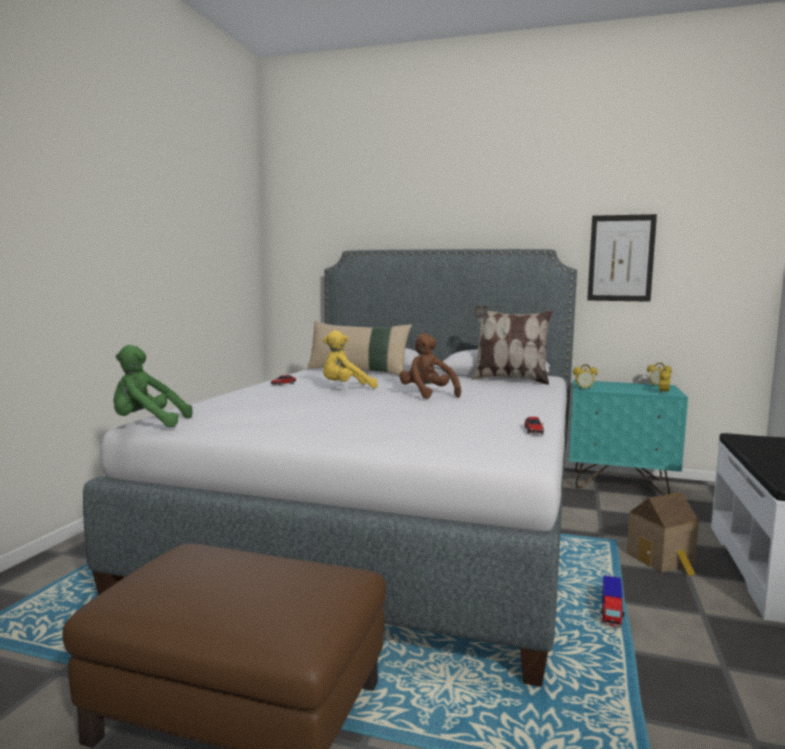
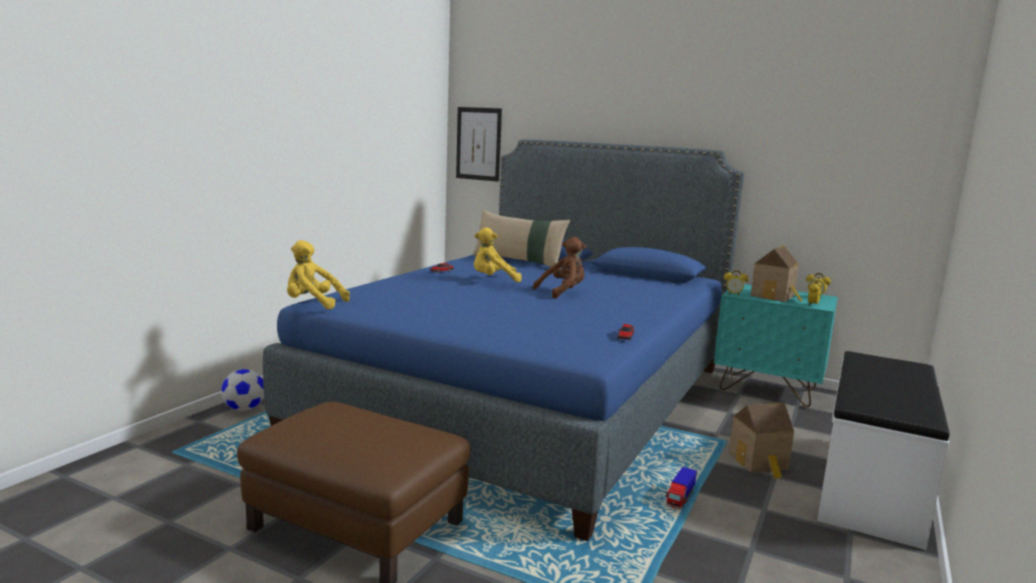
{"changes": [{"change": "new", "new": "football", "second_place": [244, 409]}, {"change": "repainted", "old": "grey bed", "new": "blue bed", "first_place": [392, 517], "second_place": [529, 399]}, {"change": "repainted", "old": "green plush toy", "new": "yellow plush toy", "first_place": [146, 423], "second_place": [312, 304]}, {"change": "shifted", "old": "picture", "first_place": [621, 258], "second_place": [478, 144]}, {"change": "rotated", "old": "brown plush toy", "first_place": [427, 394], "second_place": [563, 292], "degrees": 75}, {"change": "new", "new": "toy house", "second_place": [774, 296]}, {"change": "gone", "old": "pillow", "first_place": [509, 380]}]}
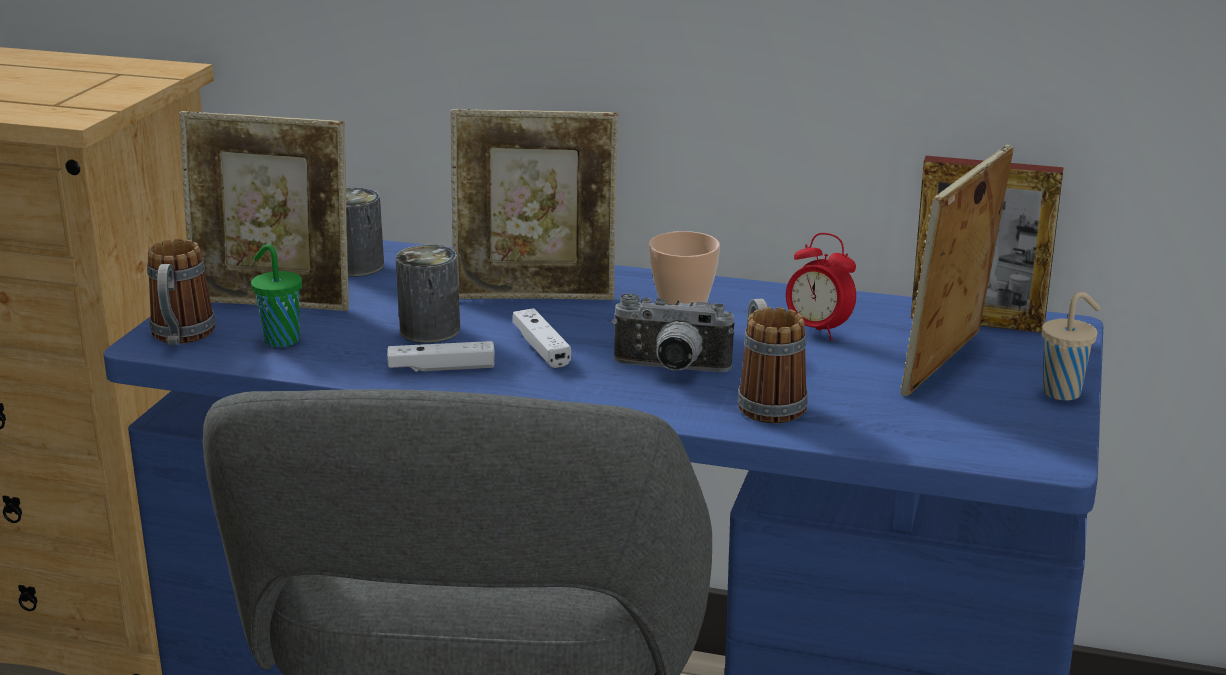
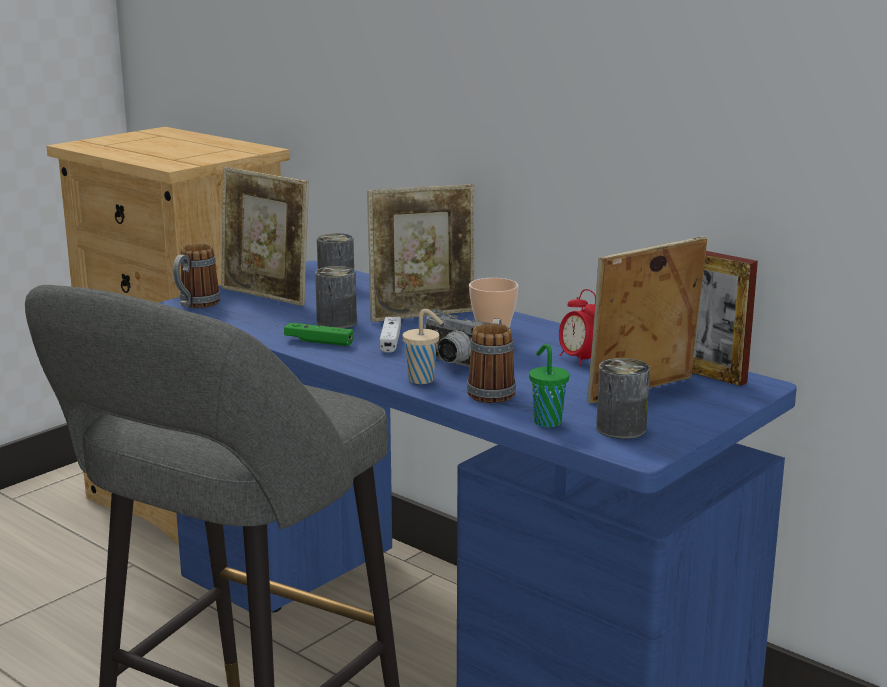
{"changes": [{"change": "repainted", "old": "white game controller", "new": "green game controller", "first_place": [441, 368], "second_place": [318, 342]}, {"change": "rotated", "old": "picture frame", "first_place": [536, 296], "second_place": [423, 315], "degrees": -45}, {"change": "shifted", "old": "beige cup", "first_place": [1064, 392], "second_place": [423, 380]}, {"change": "shifted", "old": "green cup", "first_place": [280, 340], "second_place": [546, 422]}, {"change": "new", "new": "can", "second_place": [621, 428]}]}
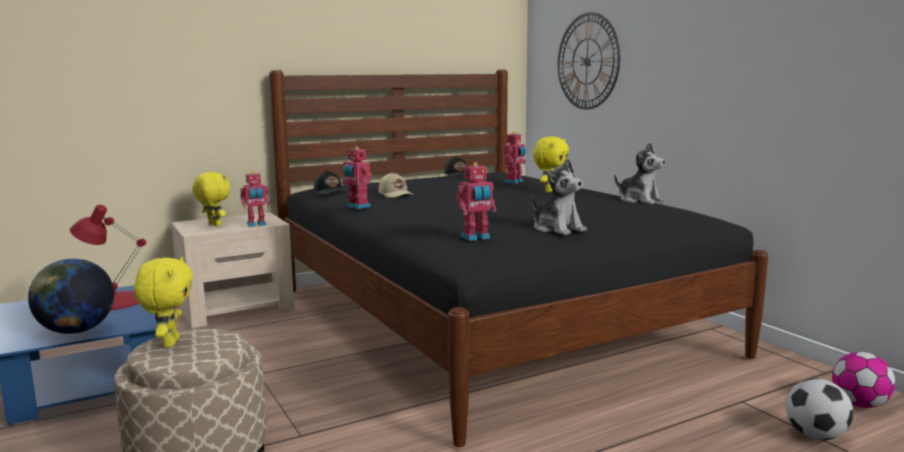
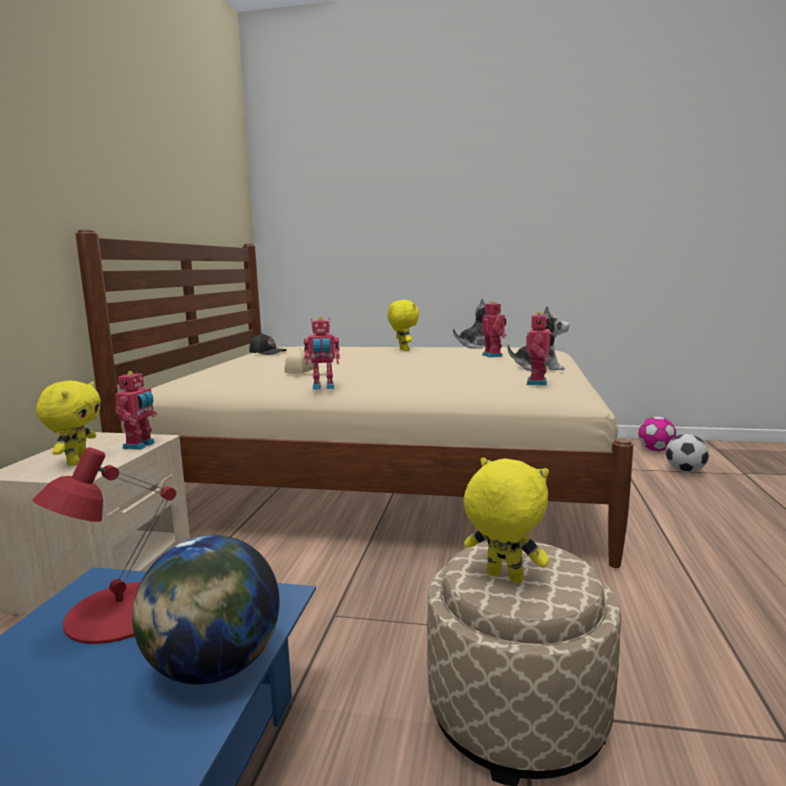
{"changes": [{"change": "rotated", "old": "yellow plush toy", "first_place": [214, 225], "second_place": [77, 462], "degrees": 105}, {"change": "repainted", "old": "black bed", "new": "beige bed", "first_place": [486, 320], "second_place": [386, 482]}, {"change": "shifted", "old": "toy robot", "first_place": [514, 182], "second_place": [493, 355]}, {"change": "gone", "old": "black cap", "first_place": [330, 191]}, {"change": "gone", "old": "wall clock", "first_place": [587, 61]}]}
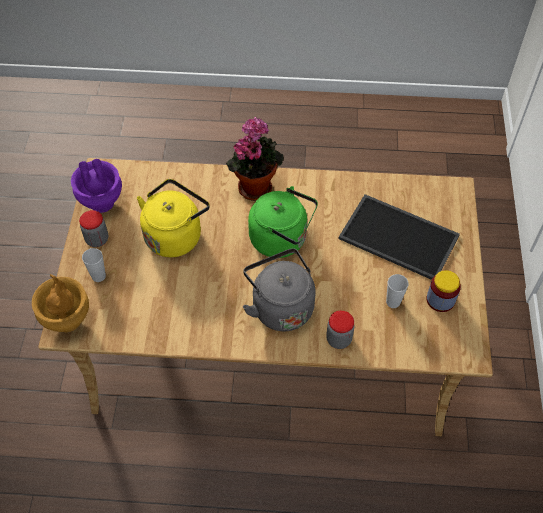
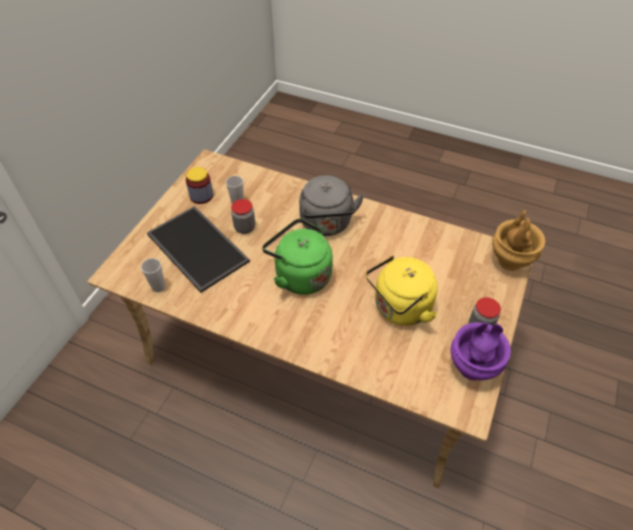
{"changes": [{"change": "shifted", "old": "cup", "first_place": [98, 276], "second_place": [158, 287]}, {"change": "shifted", "old": "jar", "first_place": [338, 339], "second_place": [245, 228]}, {"change": "gone", "old": "potted plant", "first_place": [255, 185]}]}
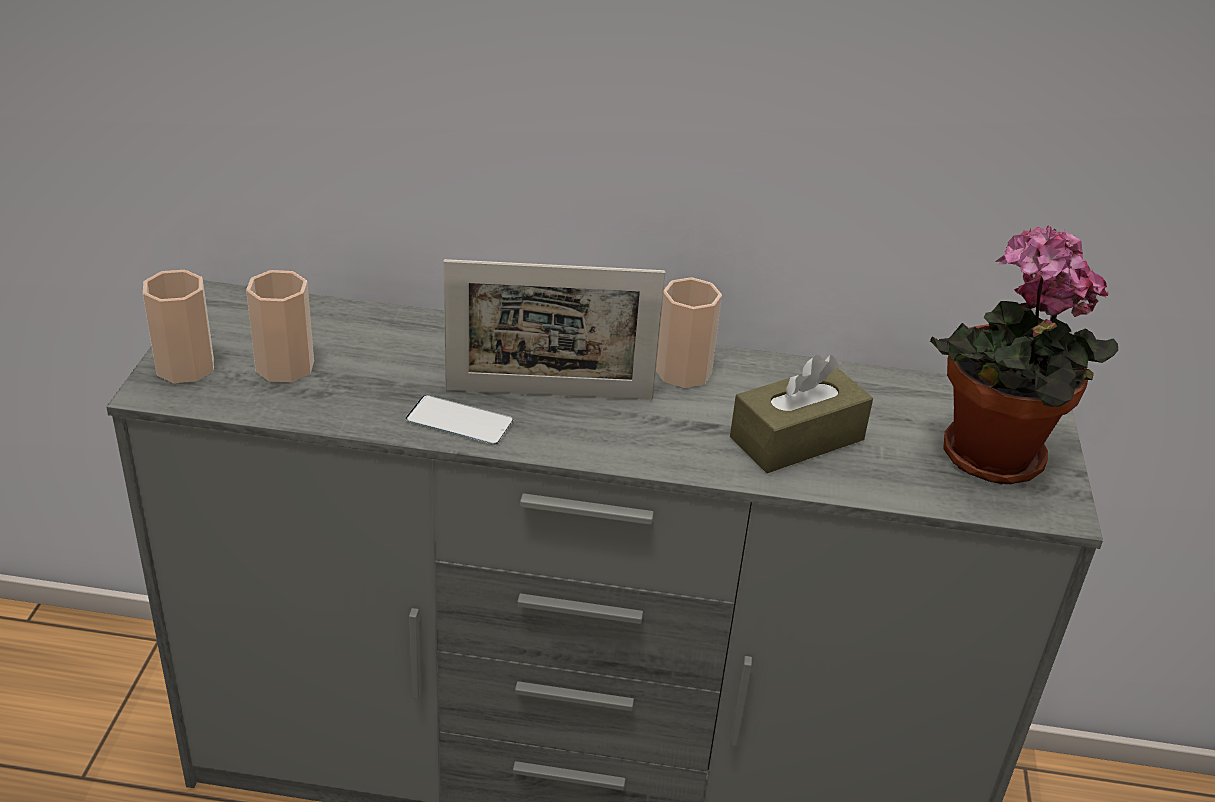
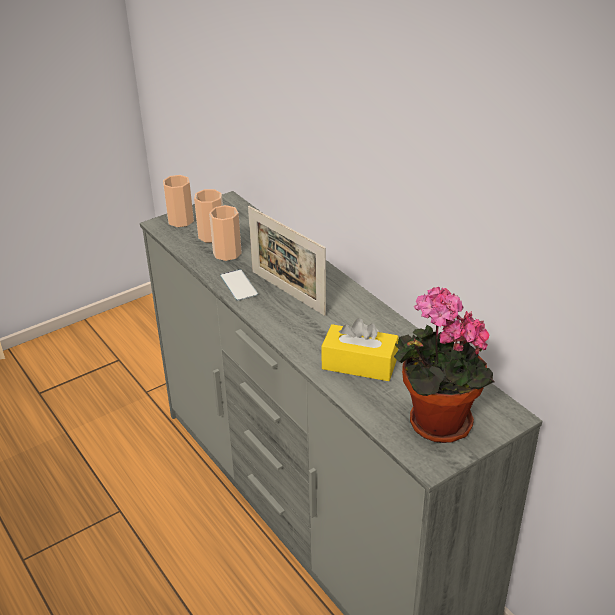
{"changes": [{"change": "shifted", "old": "cup", "first_place": [683, 372], "second_place": [227, 253]}, {"change": "repainted", "old": "brown tissue box", "new": "yellow tissue box", "first_place": [797, 438], "second_place": [359, 364]}]}
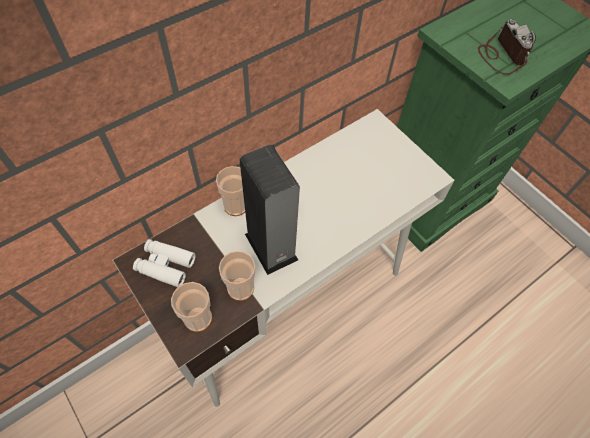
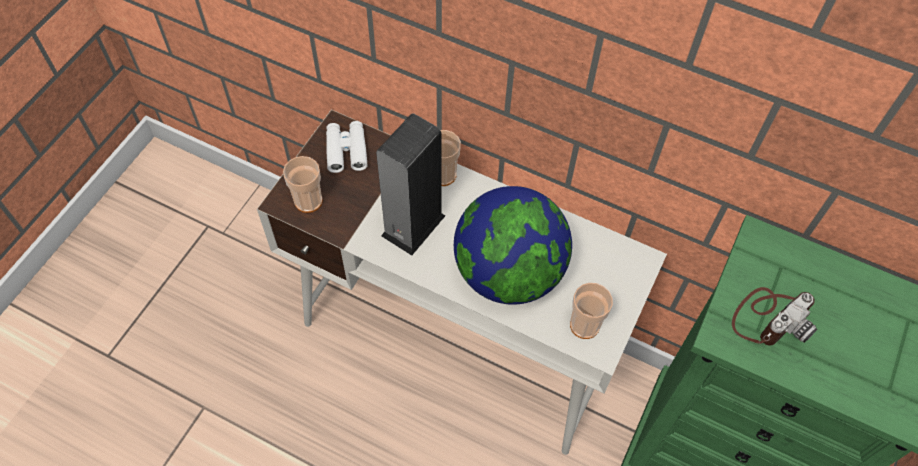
{"changes": [{"change": "new", "new": "globe", "second_place": [508, 273]}, {"change": "shifted", "old": "cup", "first_place": [240, 288], "second_place": [584, 325]}]}
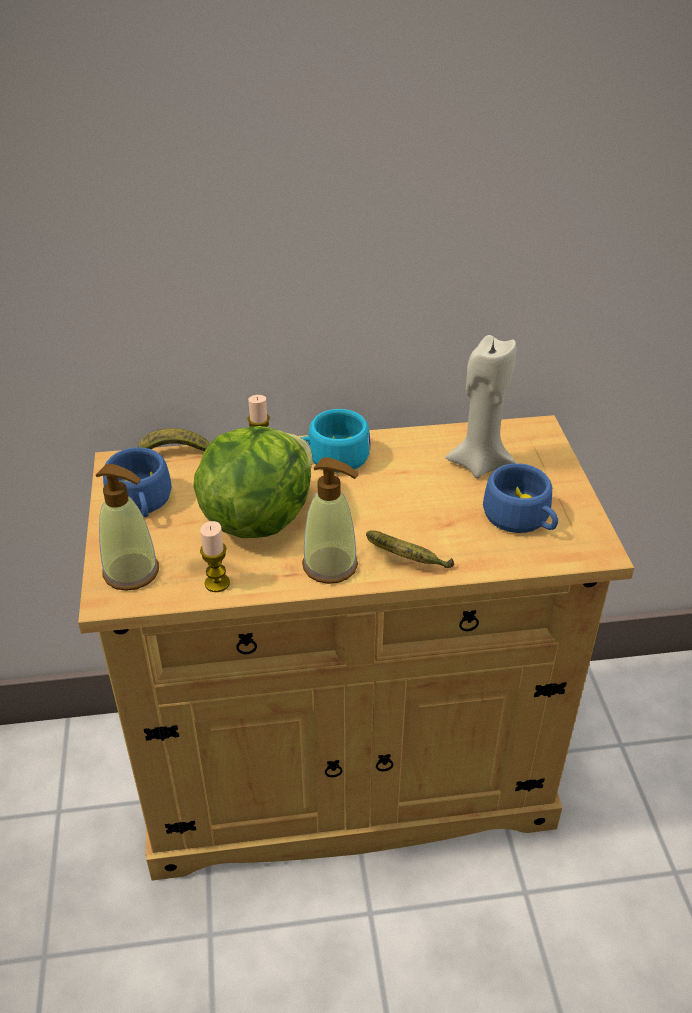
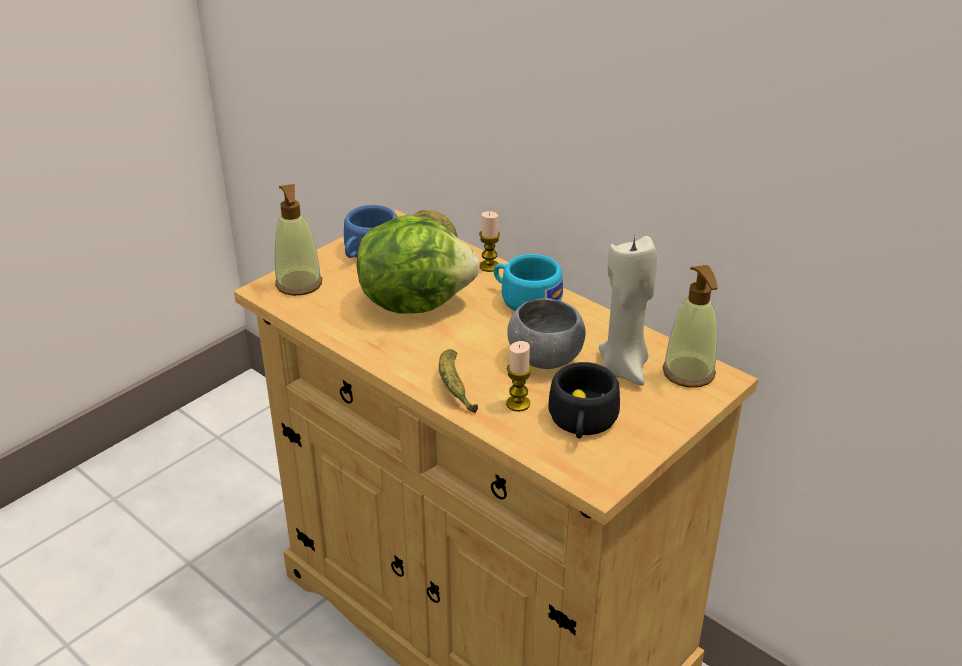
{"changes": [{"change": "shifted", "old": "candle", "first_place": [217, 583], "second_place": [518, 404]}, {"change": "new", "new": "grey bowl", "second_place": [545, 359]}, {"change": "repainted", "old": "blue cup", "new": "black cup", "first_place": [521, 519], "second_place": [582, 422]}, {"change": "shifted", "old": "soap dispenser", "first_place": [330, 565], "second_place": [689, 373]}]}
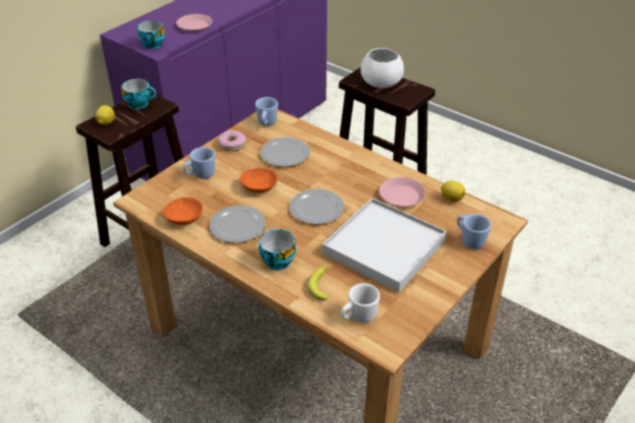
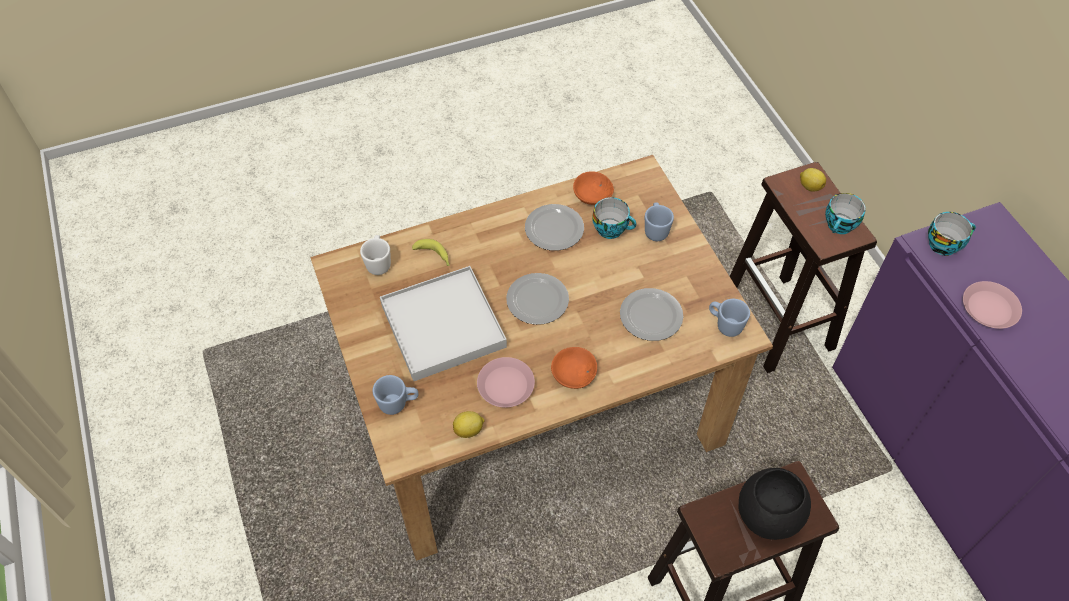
{"changes": [{"change": "shifted", "old": "orange bowl", "first_place": [258, 188], "second_place": [572, 373]}, {"change": "shifted", "old": "cup", "first_place": [276, 260], "second_place": [612, 229]}, {"change": "repainted", "old": "white bowl", "new": "black bowl", "first_place": [382, 82], "second_place": [768, 514]}, {"change": "gone", "old": "donut", "first_place": [232, 144]}]}
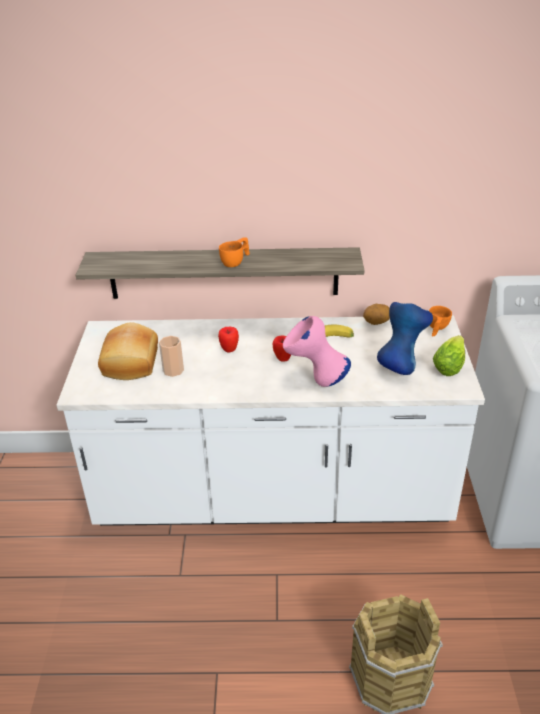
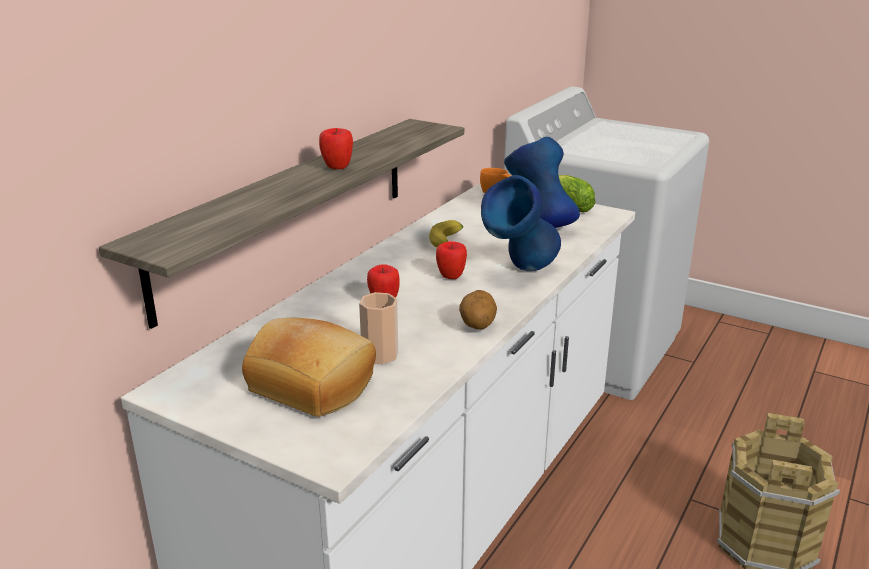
{"changes": [{"change": "swapped", "old": "orange cup", "new": "apple", "first_place": [236, 261], "second_place": [337, 168]}, {"change": "shifted", "old": "potato", "first_place": [376, 322], "second_place": [477, 326]}, {"change": "repainted", "old": "pink vase", "new": "blue vase", "first_place": [316, 381], "second_place": [519, 272]}]}
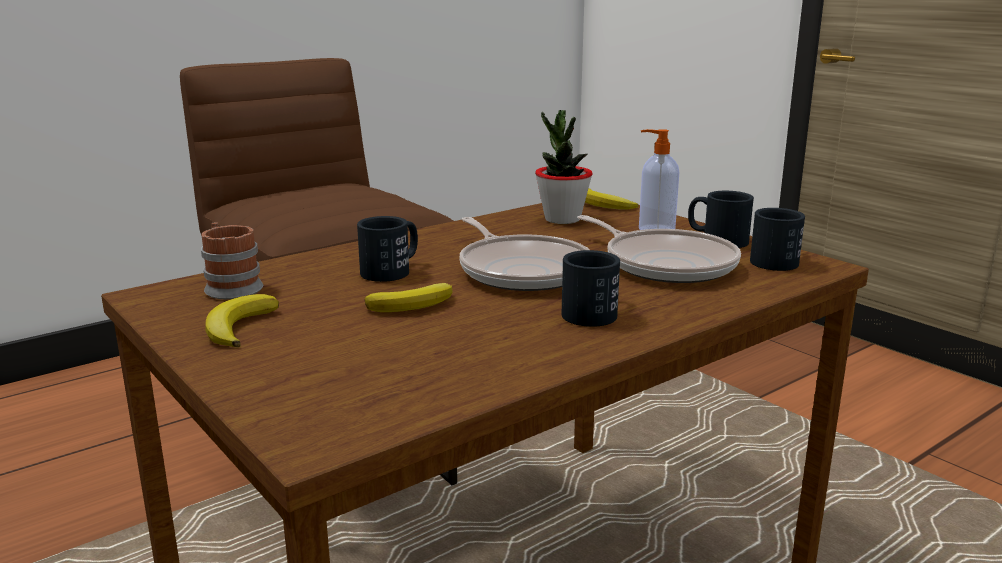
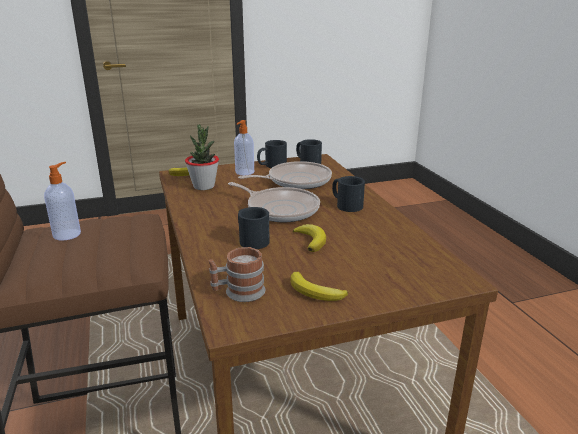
{"changes": [{"change": "new", "new": "soap dispenser", "second_place": [68, 234]}, {"change": "rotated", "old": "frying pan", "first_place": [522, 271], "second_place": [280, 209], "degrees": 45}]}
